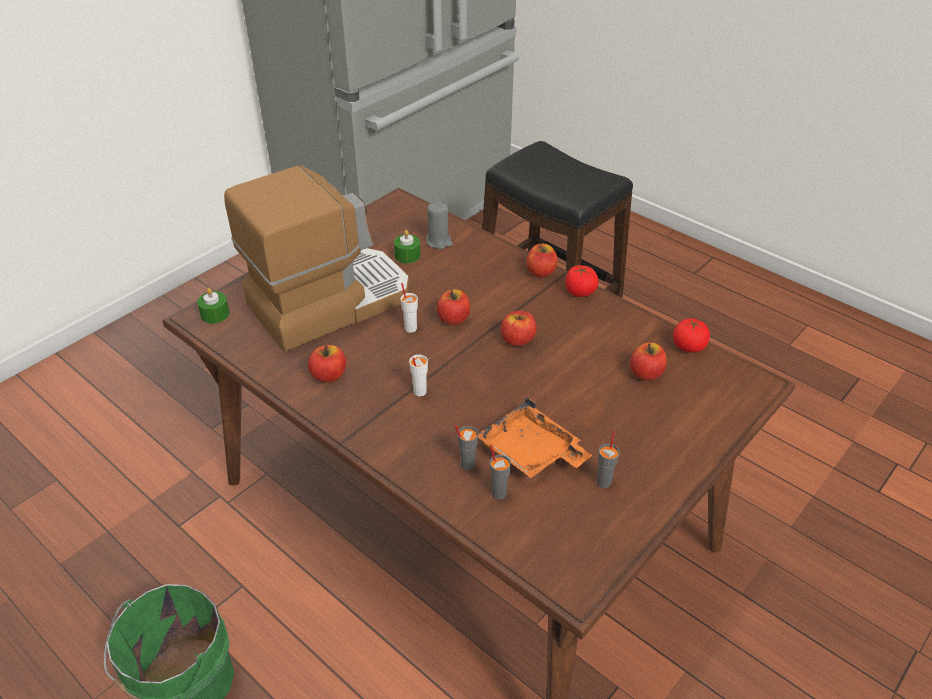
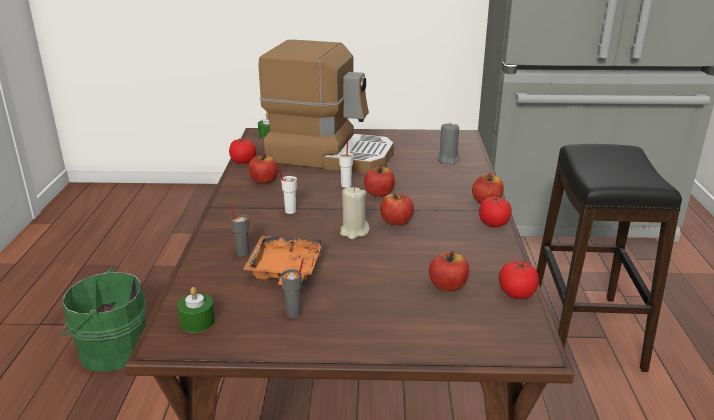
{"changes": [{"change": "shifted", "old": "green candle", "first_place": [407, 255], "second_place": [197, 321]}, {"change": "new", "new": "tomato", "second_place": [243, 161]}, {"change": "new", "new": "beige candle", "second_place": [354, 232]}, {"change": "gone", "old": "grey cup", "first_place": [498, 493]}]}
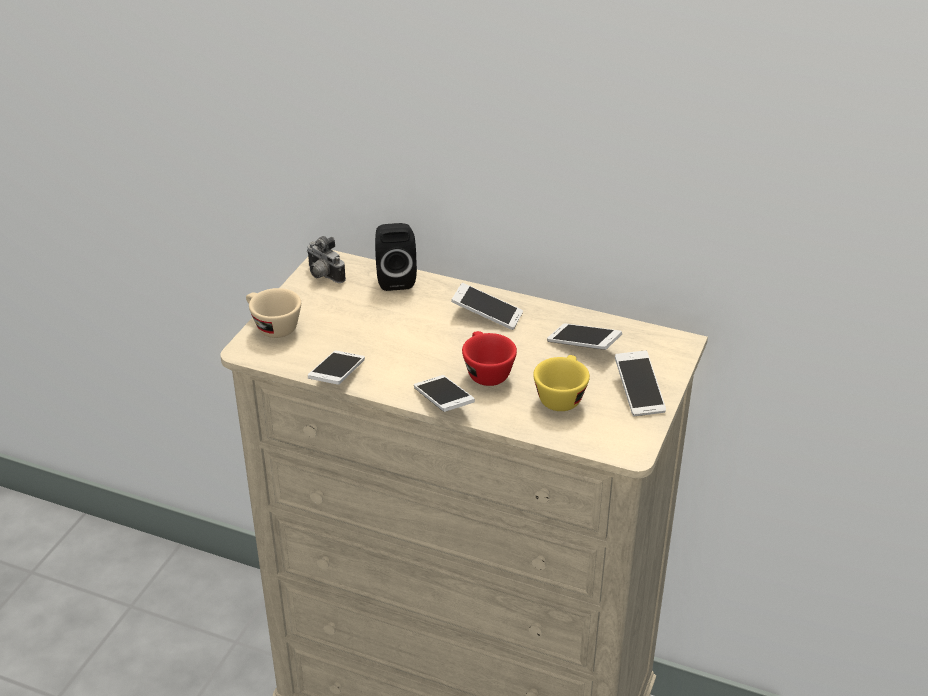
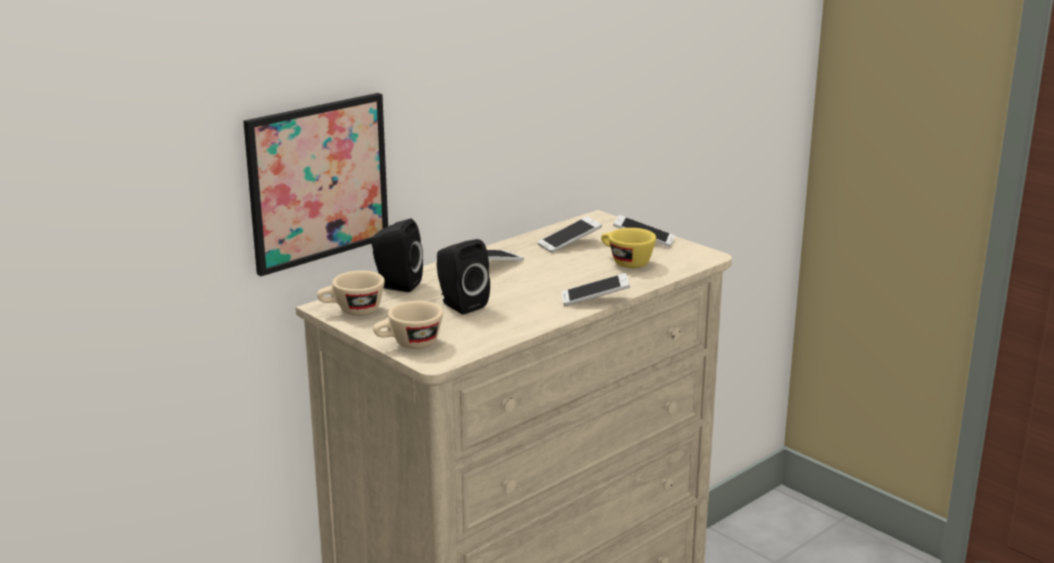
{"changes": [{"change": "new", "new": "picture", "second_place": [318, 182]}, {"change": "swapped", "old": "photo camera", "new": "beige cup", "first_place": [323, 276], "second_place": [352, 311]}, {"change": "new", "new": "black speaker", "second_place": [460, 305]}, {"change": "gone", "old": "phone", "first_place": [337, 376]}, {"change": "gone", "old": "red cup", "first_place": [485, 371]}]}
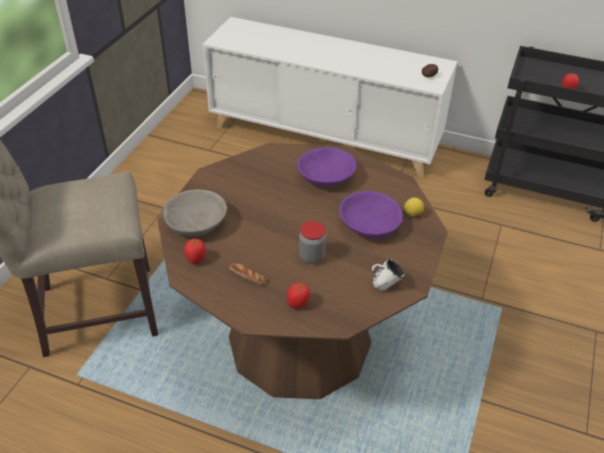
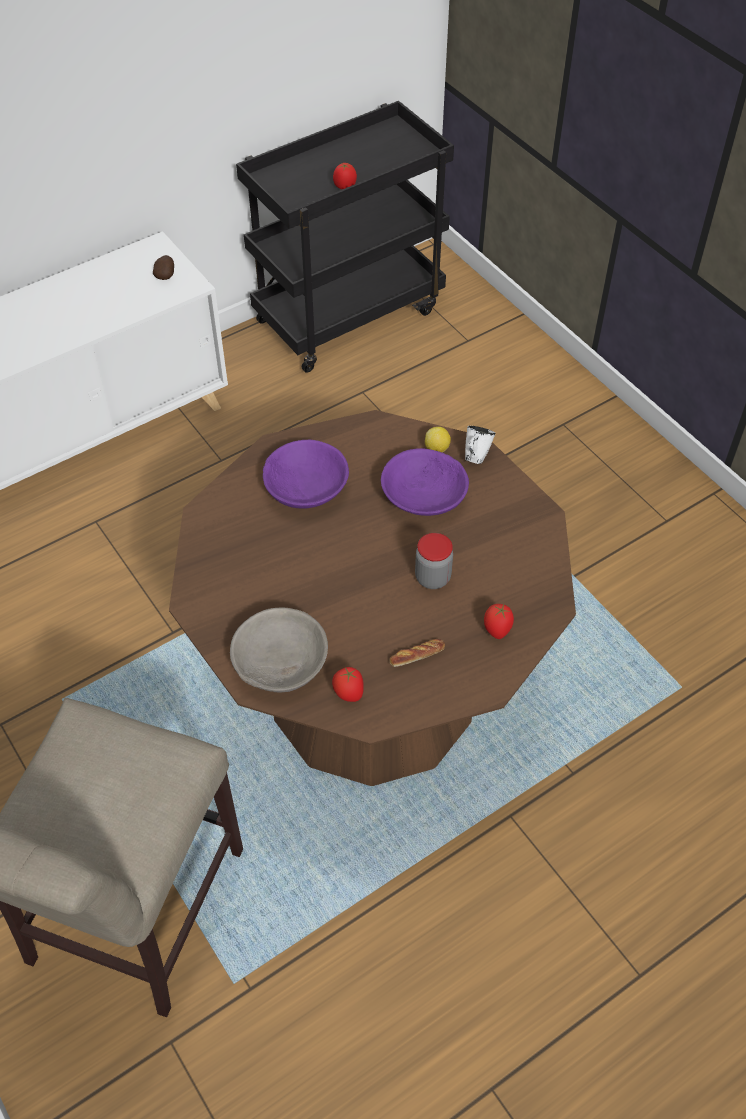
{"changes": [{"change": "shifted", "old": "white mug", "first_place": [385, 286], "second_place": [476, 456]}]}
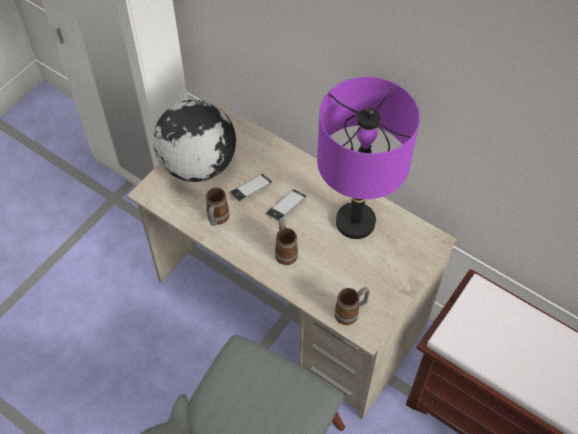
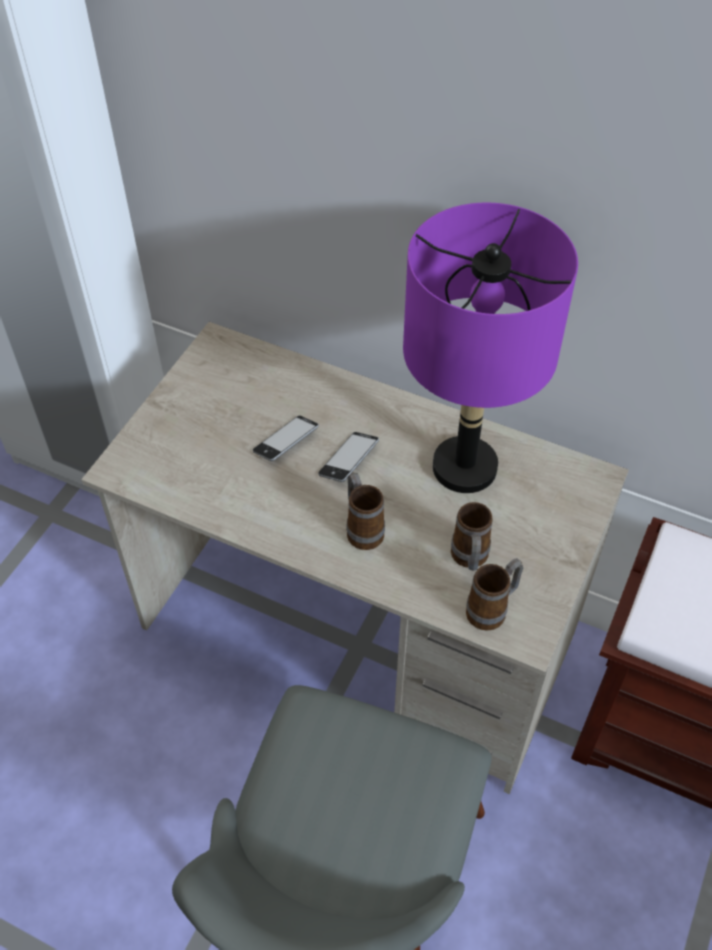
{"changes": [{"change": "shifted", "old": "mug", "first_place": [217, 219], "second_place": [469, 560]}, {"change": "gone", "old": "globe", "first_place": [197, 164]}]}
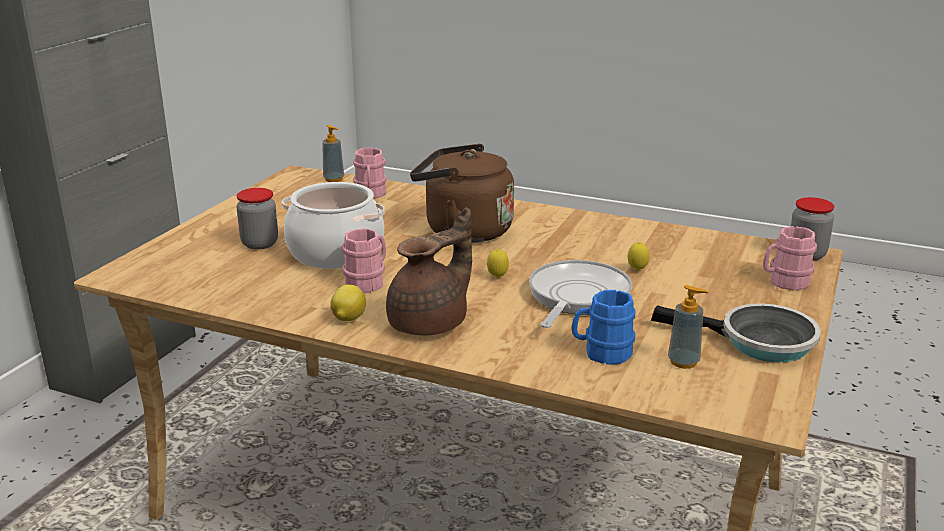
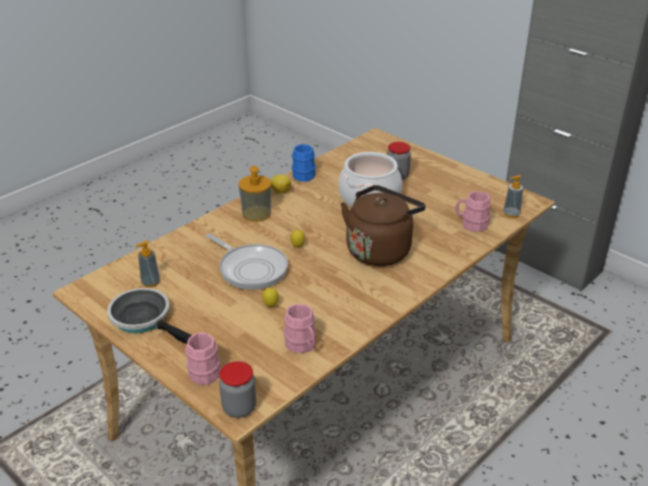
{"changes": [{"change": "rotated", "old": "frying pan", "first_place": [758, 342], "second_place": [145, 319], "degrees": 90}, {"change": "swapped", "old": "brown teapot", "new": "soap dispenser", "first_place": [431, 323], "second_place": [256, 214]}, {"change": "shifted", "old": "pink mug", "first_place": [368, 282], "second_place": [302, 346]}, {"change": "shifted", "old": "blue mug", "first_place": [601, 353], "second_place": [305, 174]}]}
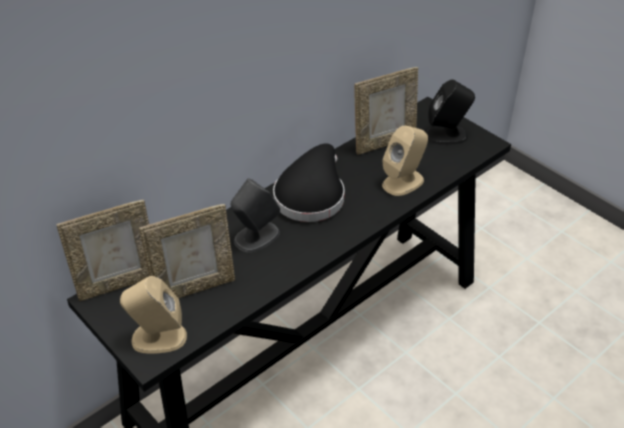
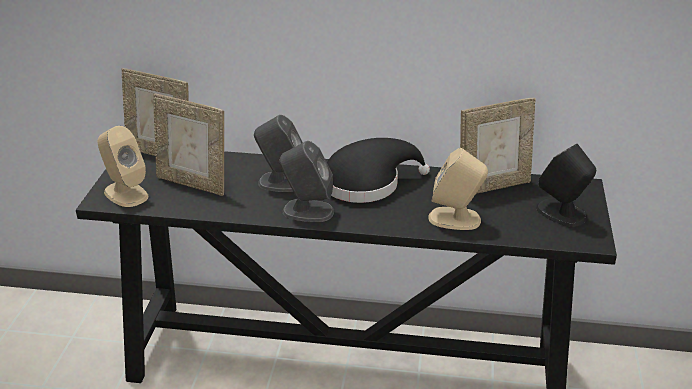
{"changes": [{"change": "new", "new": "grey speaker", "second_place": [307, 211]}, {"change": "rotated", "old": "picture frame", "first_place": [384, 142], "second_place": [493, 186], "degrees": -45}]}
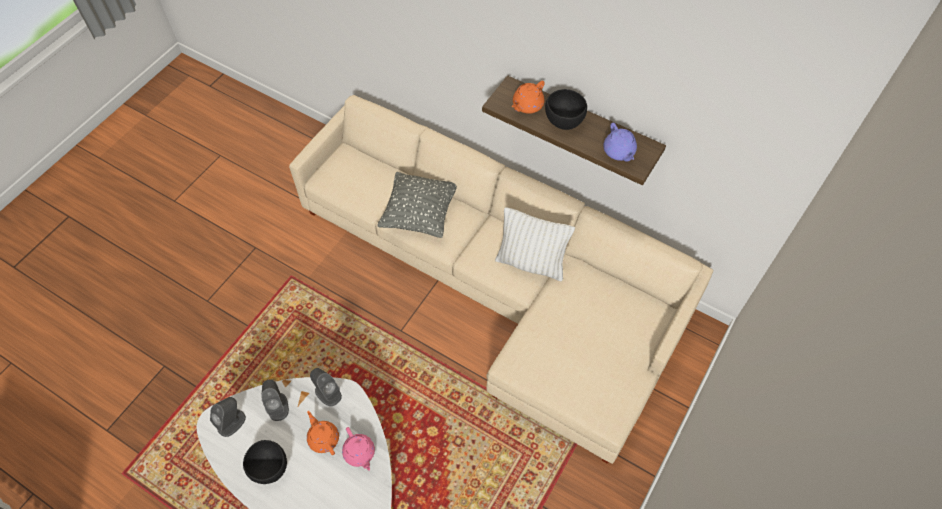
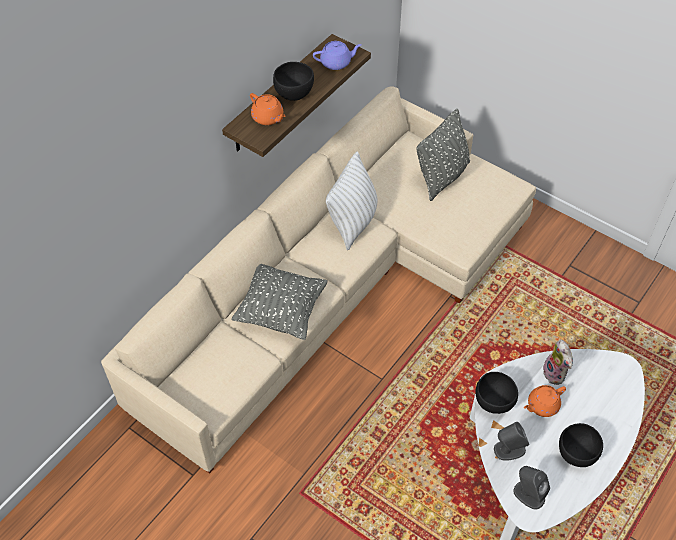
{"changes": [{"change": "new", "new": "grey pillow", "second_place": [442, 177]}, {"change": "swapped", "old": "grey speaker", "new": "black bowl", "first_place": [328, 393], "second_place": [493, 402]}, {"change": "swapped", "old": "pink teapot", "new": "plush toy", "first_place": [359, 453], "second_place": [556, 374]}]}
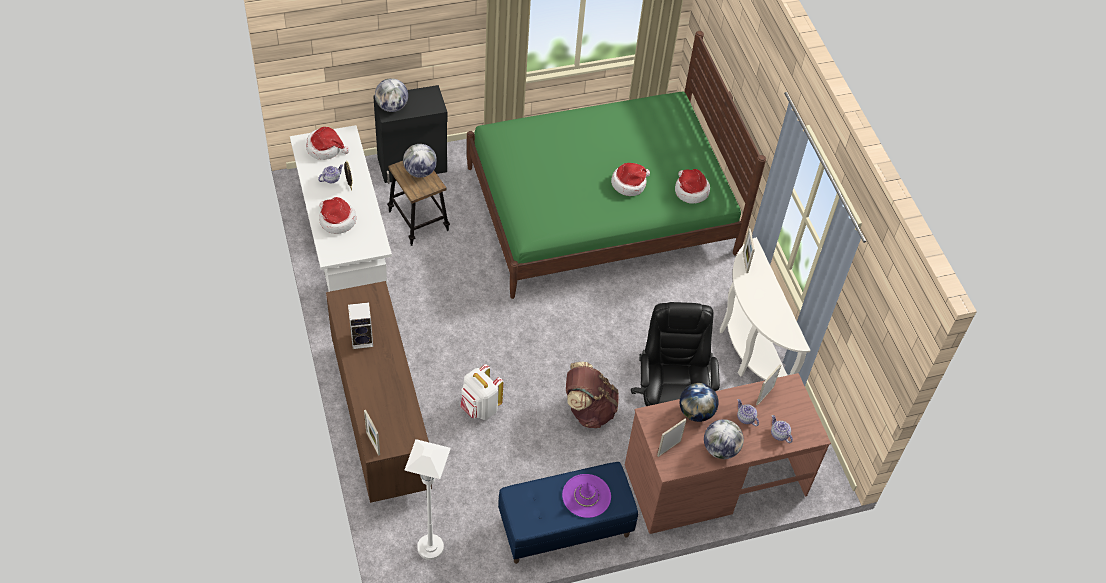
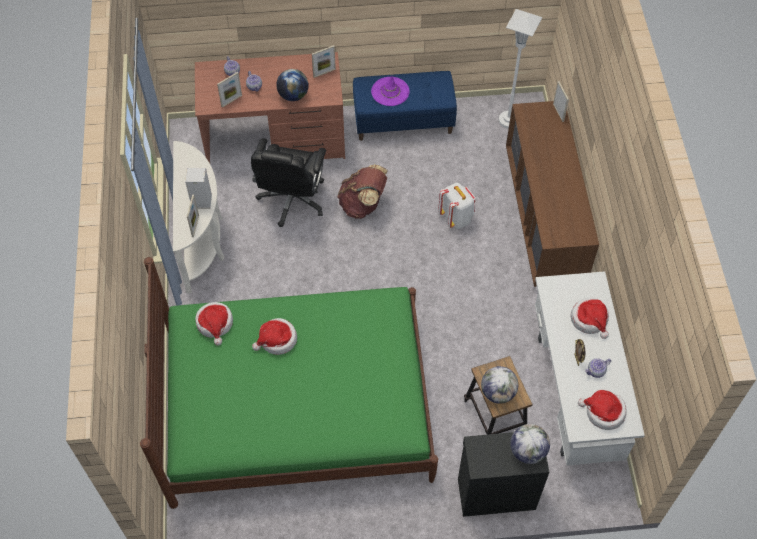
{"changes": [{"change": "shifted", "old": "speaker", "first_place": [363, 339], "second_place": [200, 202]}, {"change": "gone", "old": "globe", "first_place": [720, 449]}]}
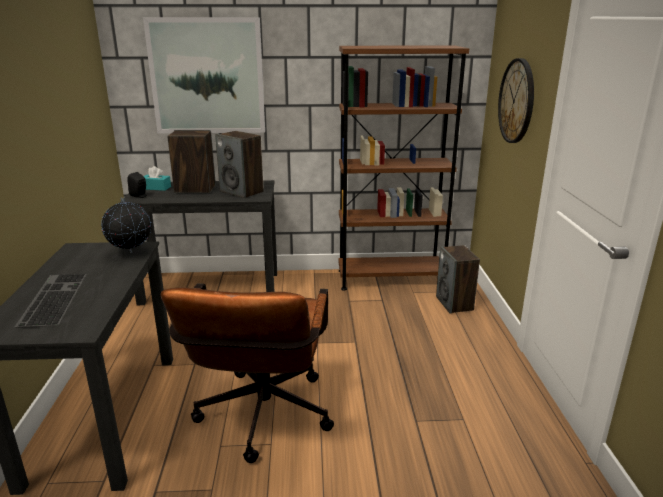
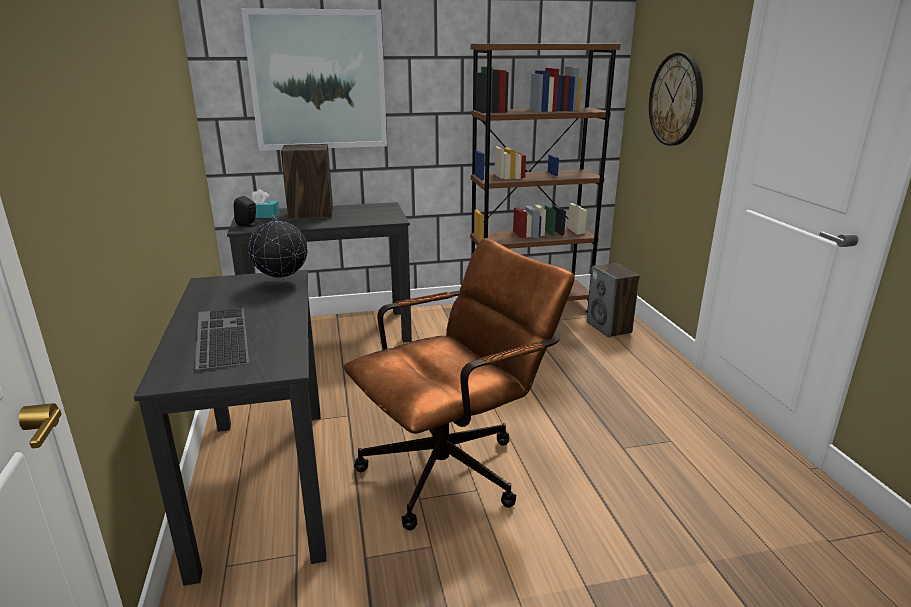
{"changes": [{"change": "rotated", "old": "brown office chair", "first_place": [262, 420], "second_place": [455, 466], "degrees": -120}, {"change": "gone", "old": "speaker", "first_place": [242, 192]}]}
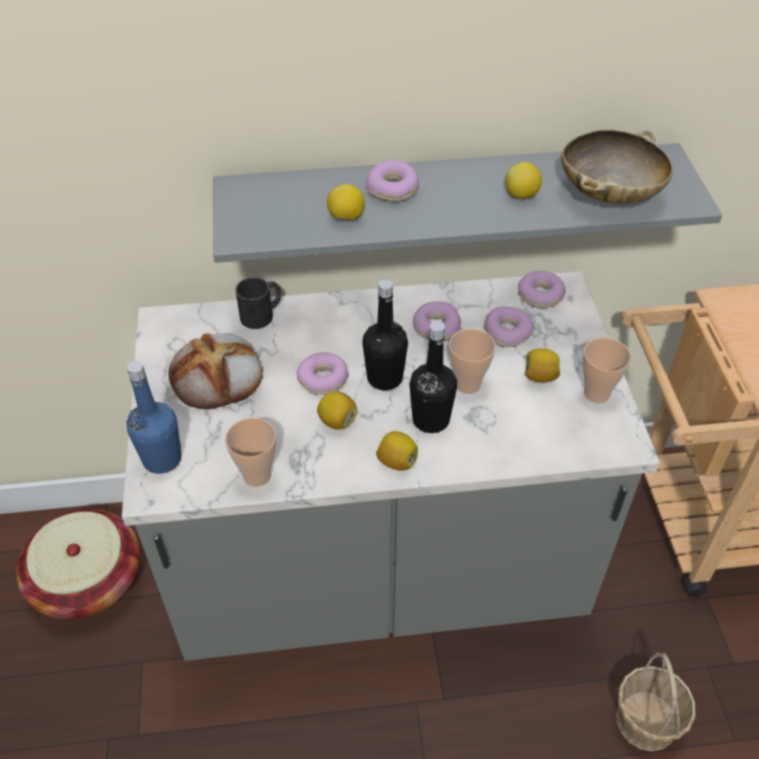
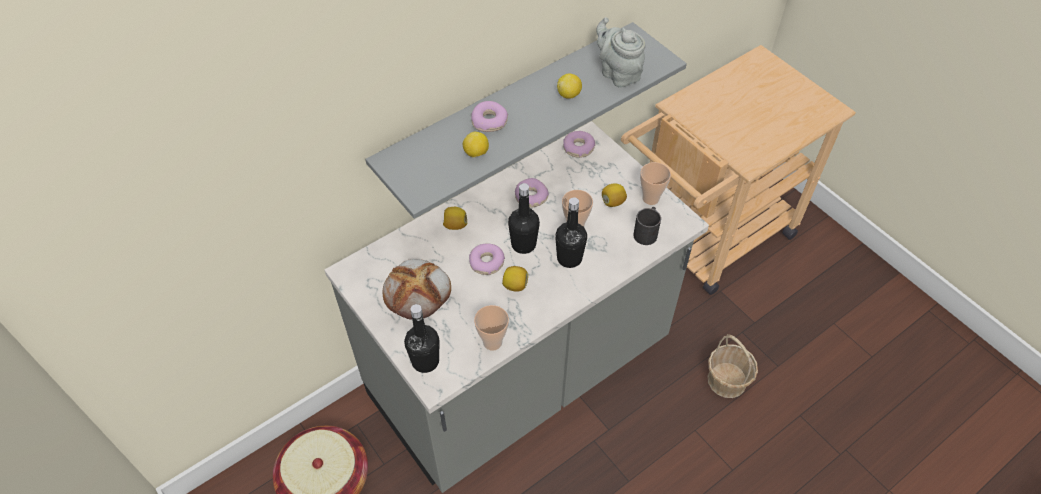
{"changes": [{"change": "repainted", "old": "blue bottle", "new": "black bottle", "first_place": [162, 459], "second_place": [425, 361]}, {"change": "shifted", "old": "lemon", "first_place": [397, 461], "second_place": [455, 225]}, {"change": "swapped", "old": "beige bowl", "new": "grey teapot", "first_place": [609, 194], "second_place": [618, 73]}, {"change": "shifted", "old": "black mug", "first_place": [262, 314], "second_place": [647, 231]}, {"change": "gone", "old": "donut", "first_place": [507, 332]}]}
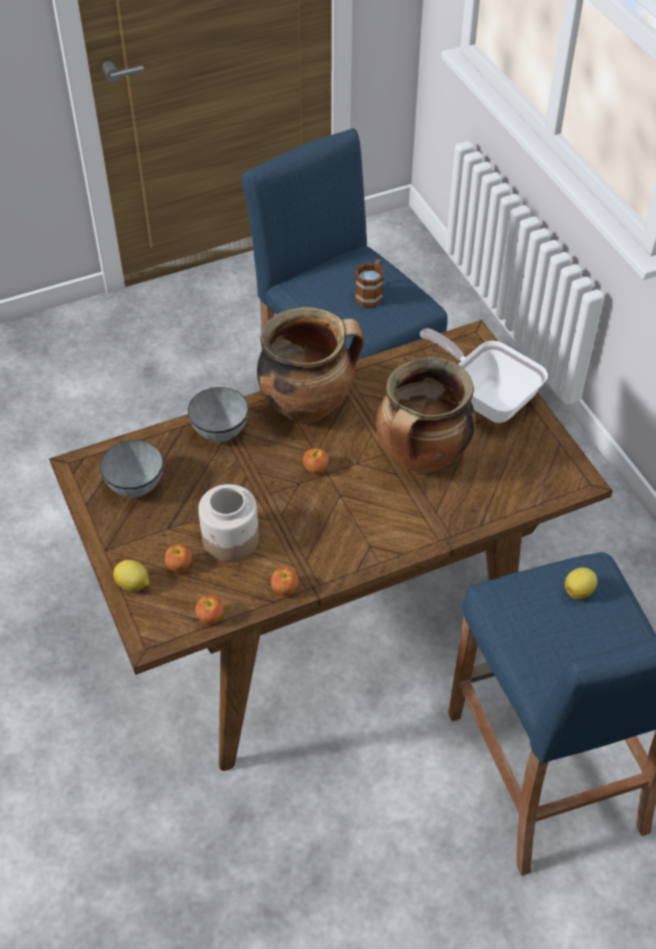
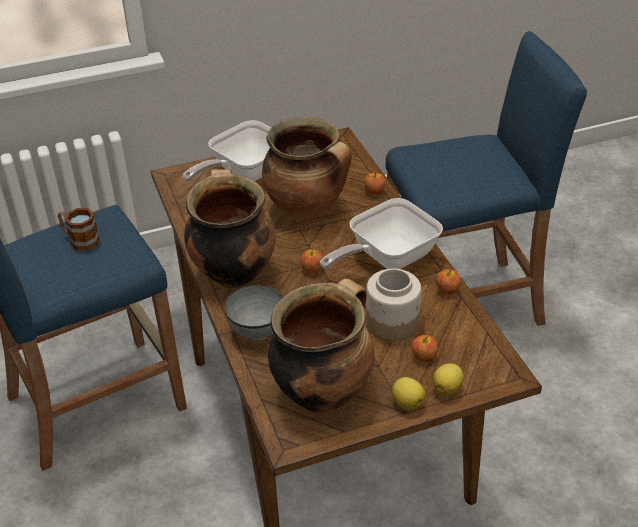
{"changes": [{"change": "swapped", "old": "grey bowl", "new": "cooking pot", "first_place": [136, 486], "second_place": [322, 391]}, {"change": "new", "new": "frying pan", "second_place": [386, 259]}, {"change": "shifted", "old": "apple", "first_place": [210, 617], "second_place": [374, 191]}, {"change": "shifted", "old": "lemon", "first_place": [579, 591], "second_place": [407, 402]}]}
